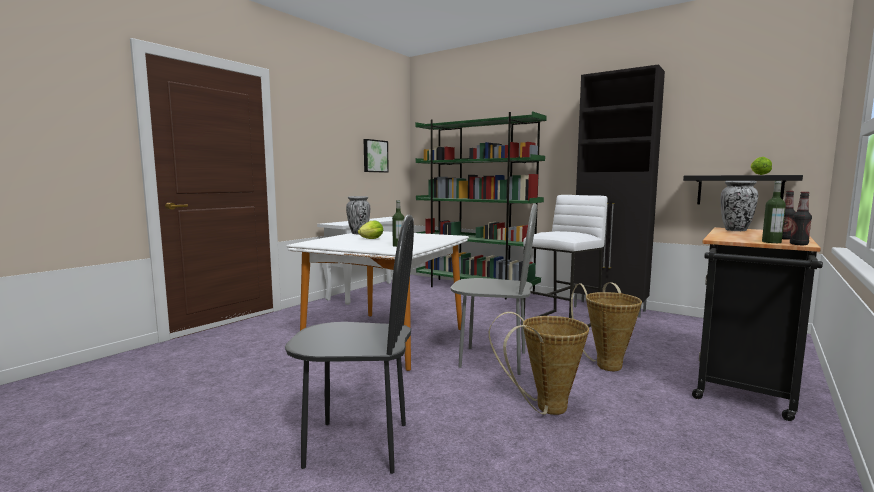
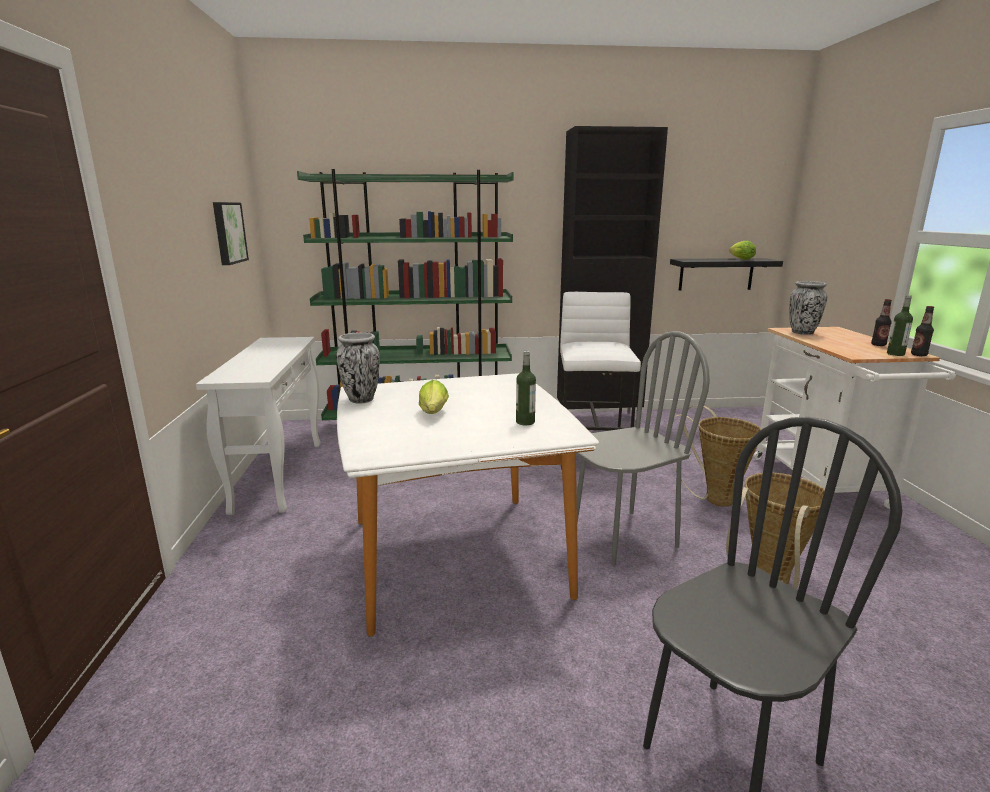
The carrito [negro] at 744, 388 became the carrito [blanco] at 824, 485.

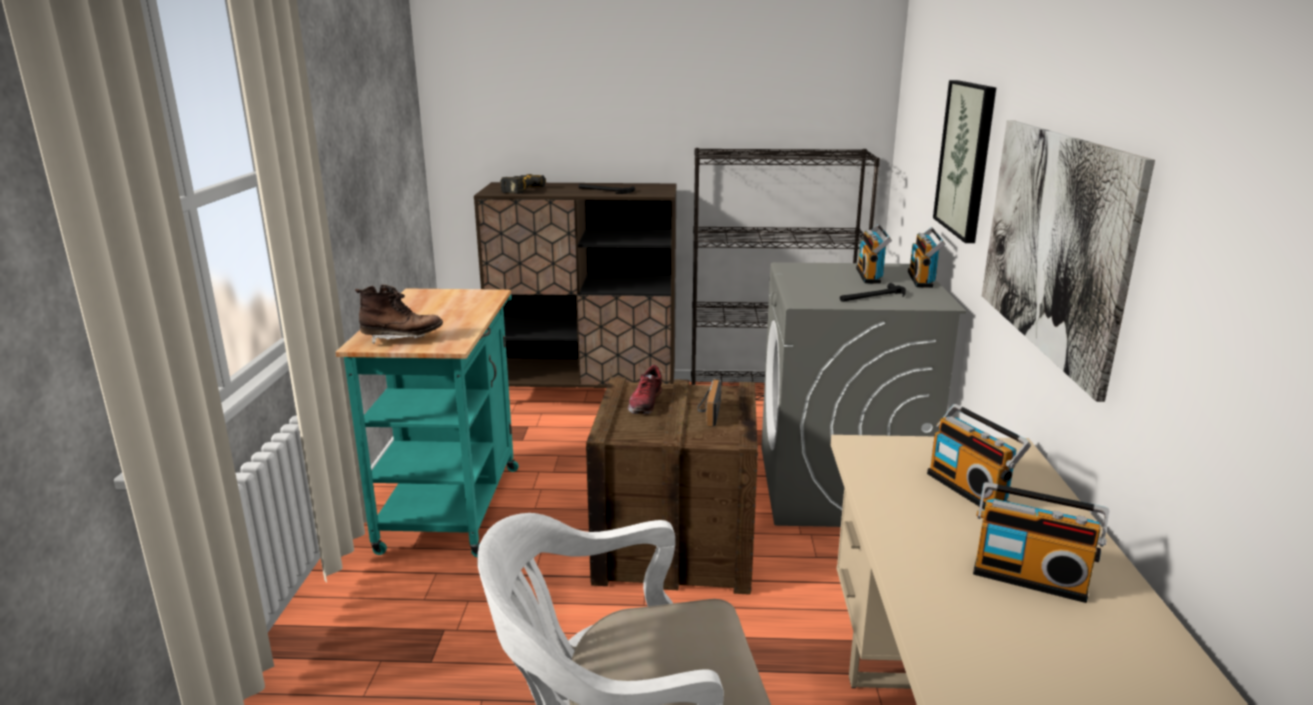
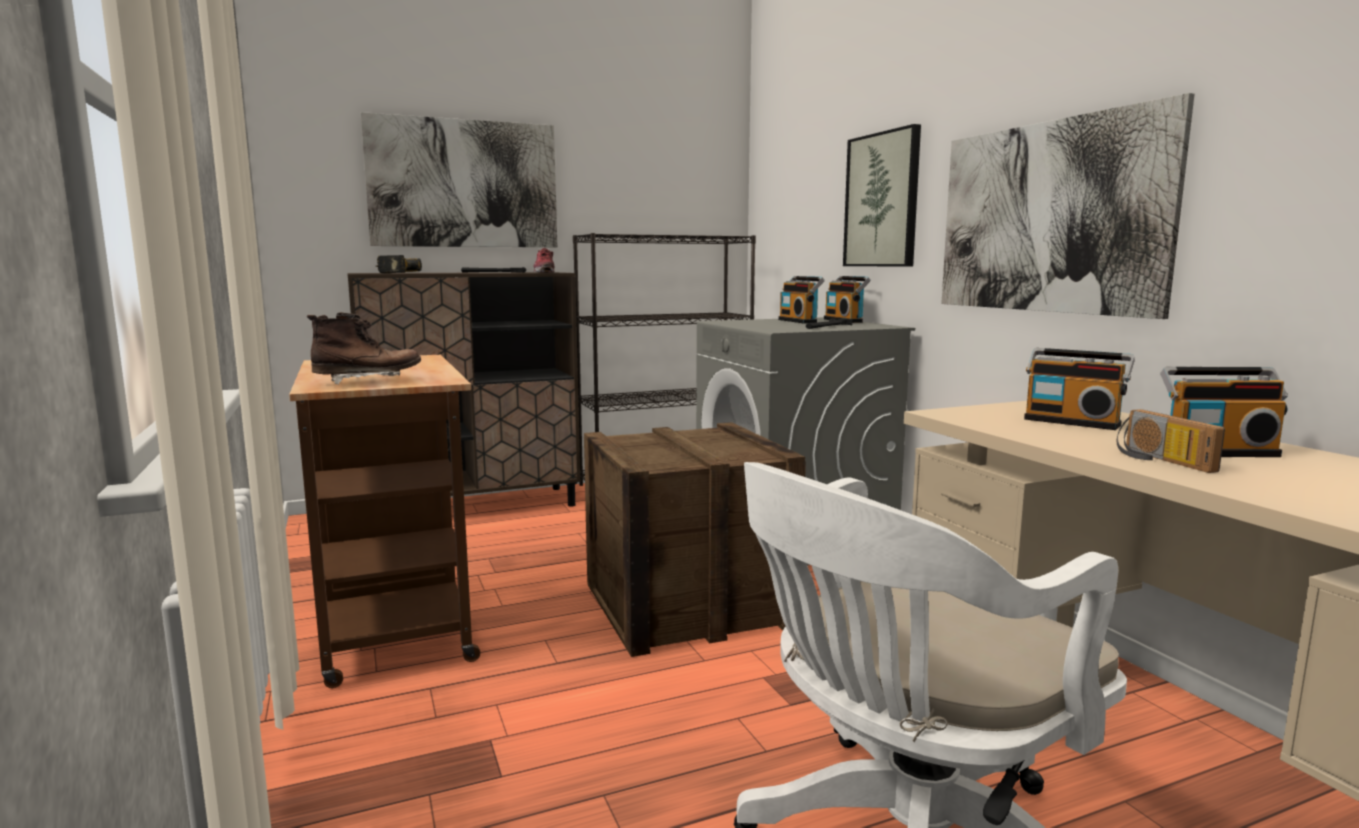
The carrito [turquesa] at 453, 501 became the carrito [marrón] at 394, 618. The zapato moved from 645, 402 to 543, 272. The radio moved from 707, 413 to 1159, 460. The cuadro at 464, 184 appeared.

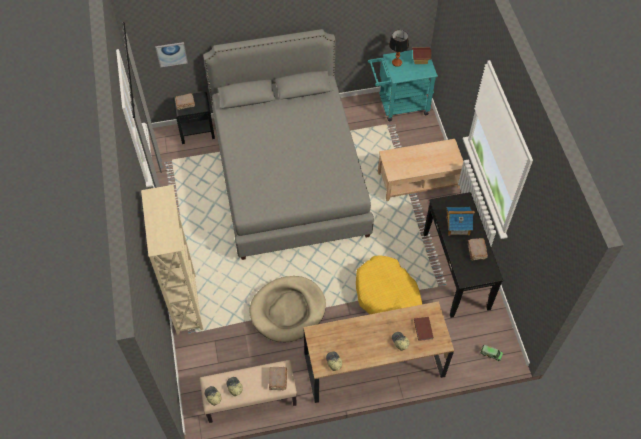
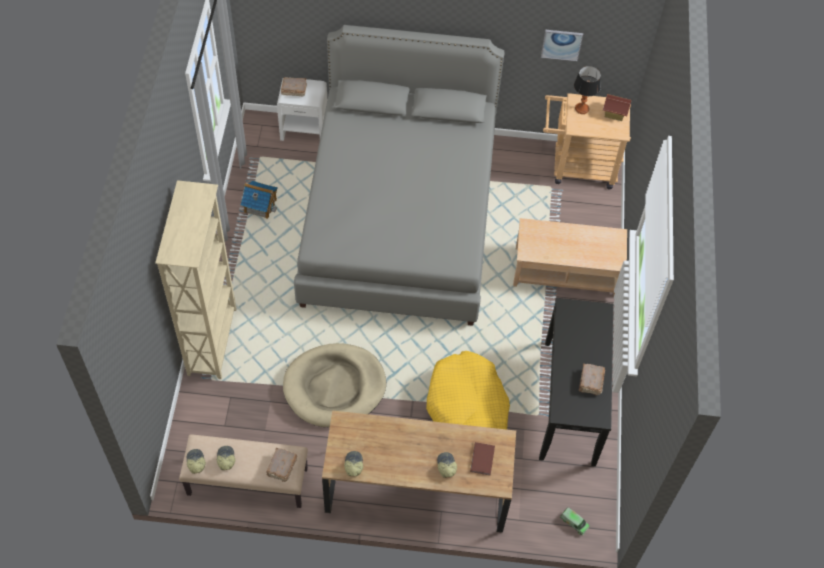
The cuadro moved from 171, 54 to 561, 44. The mesita de noche [negro] at 197, 131 became the mesita de noche [blanco] at 304, 129. The carrito [turquesa] at 399, 105 became the carrito [beis] at 577, 166. The casita moved from 457, 225 to 260, 205.

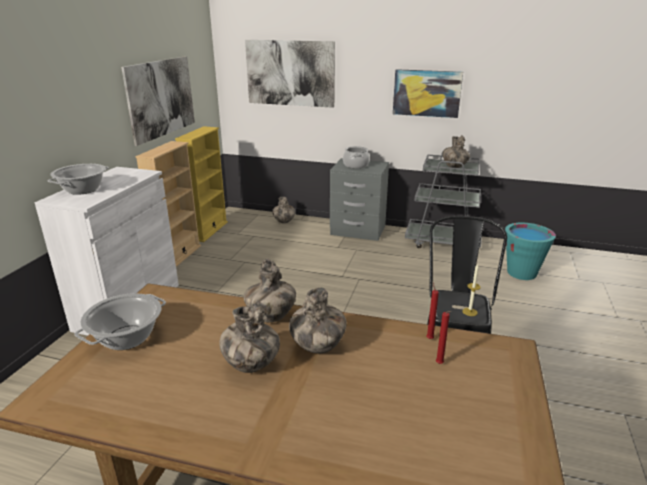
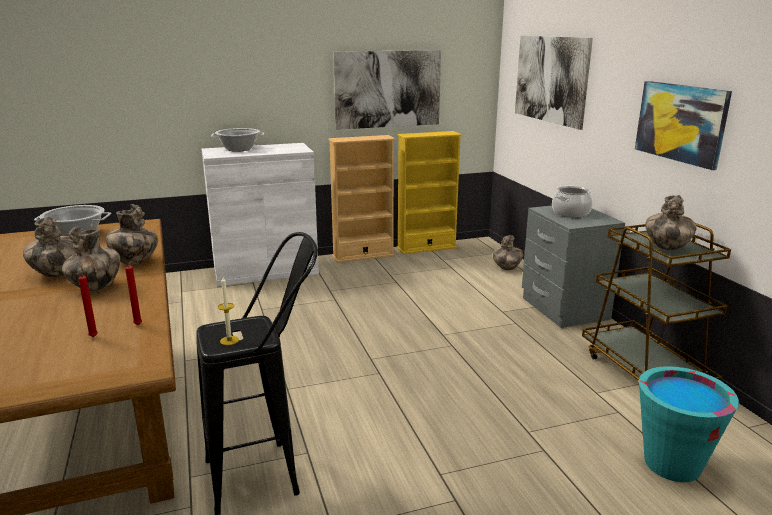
The carrito [gris] at 443, 242 became the carrito [marrón] at 644, 371.

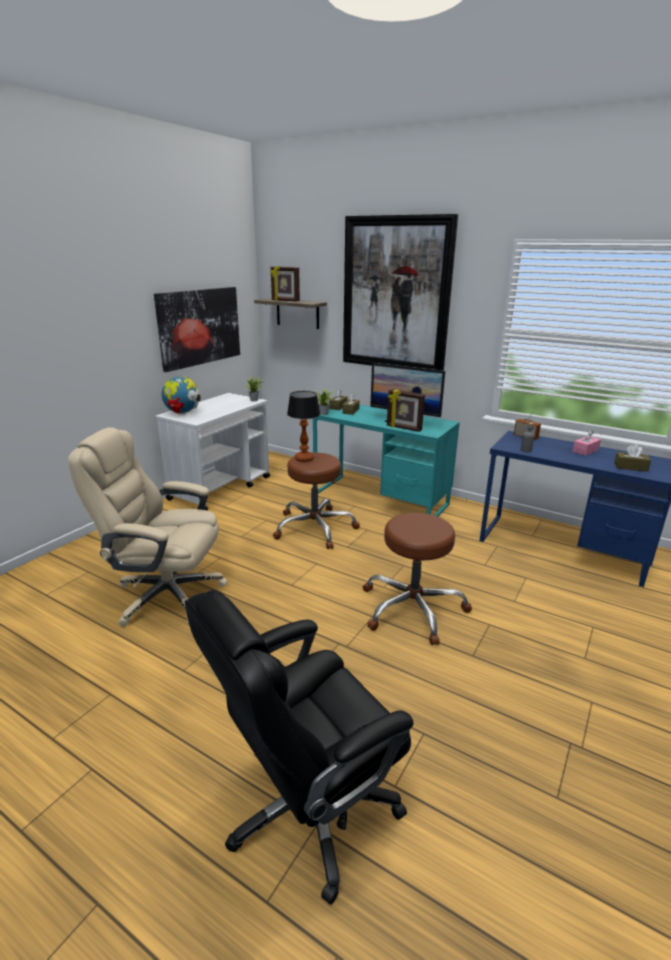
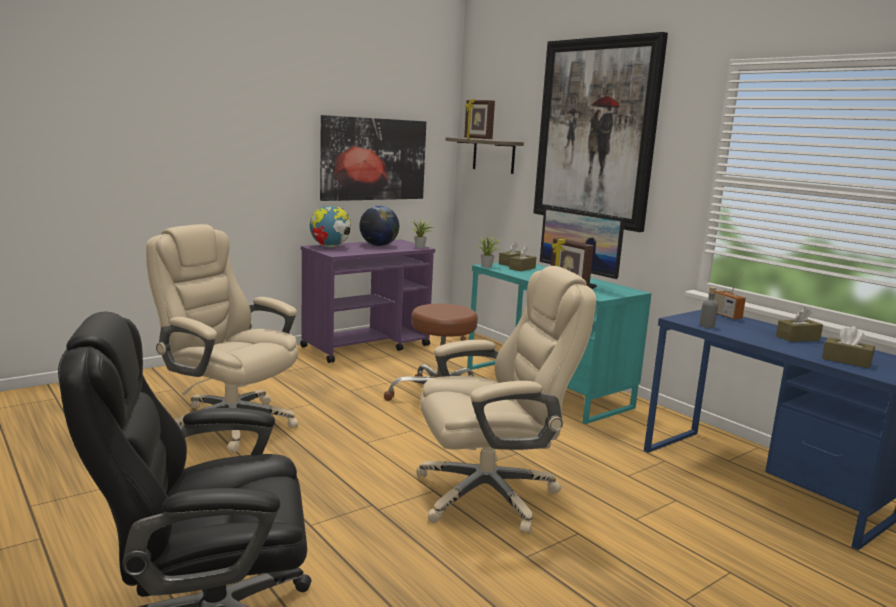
The carrito [blanco] at 221, 488 became the carrito [morado] at 367, 346. The lámpara de mesa at 304, 458 disappeared. The taburete [marrón] at 412, 608 was replaced by the silla de oficina [beis] at 490, 494. The caja de pañuelos [rosa] at 585, 450 became the caja de pañuelos [marrón] at 797, 338. The globo terráqueo at 378, 245 appeared.

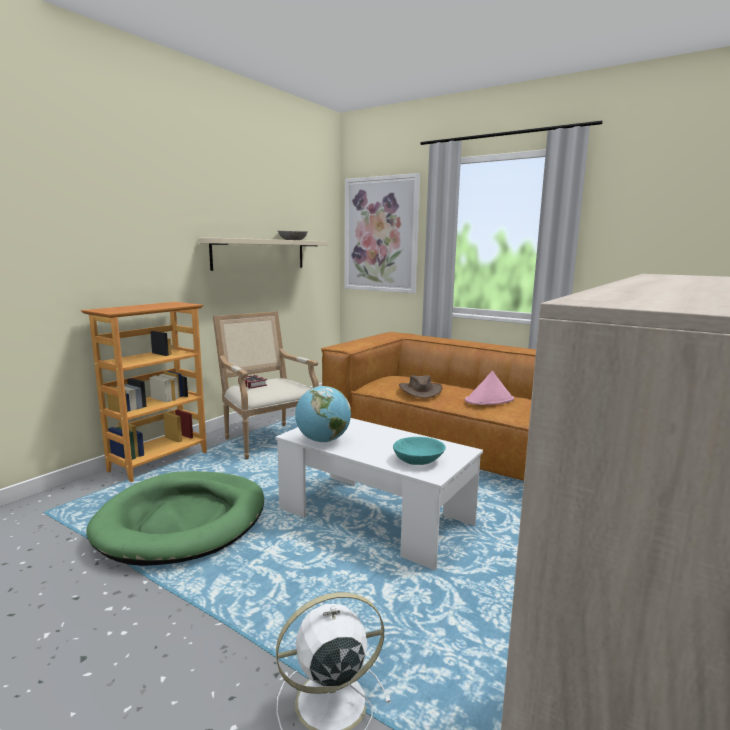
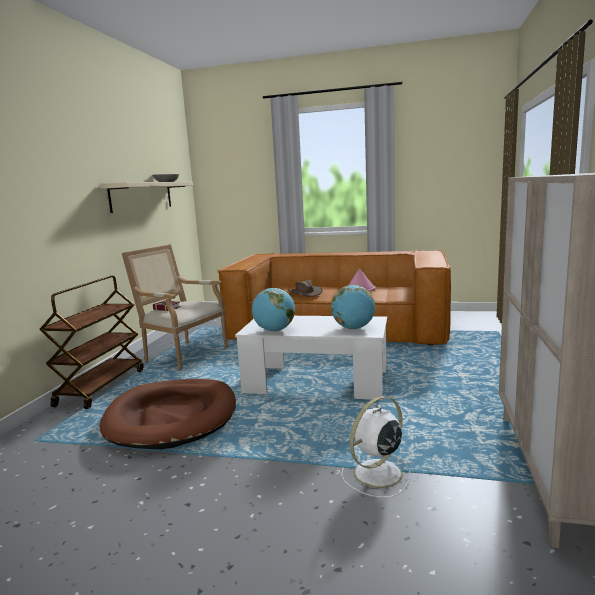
The estantería at 158, 461 was replaced by the carrito [marrón] at 101, 387. The cama para perro [verde] at 183, 521 became the cama para perro [marrón] at 172, 417. The cuadro at 381, 235 disappeared. The cuenco [turquesa] at 418, 460 was replaced by the globo terráqueo at 353, 328.

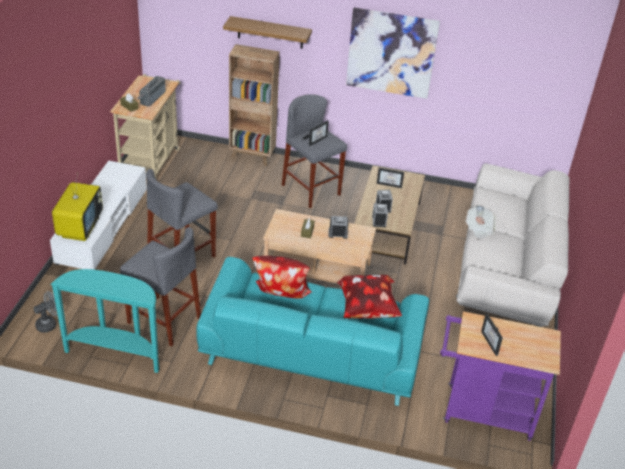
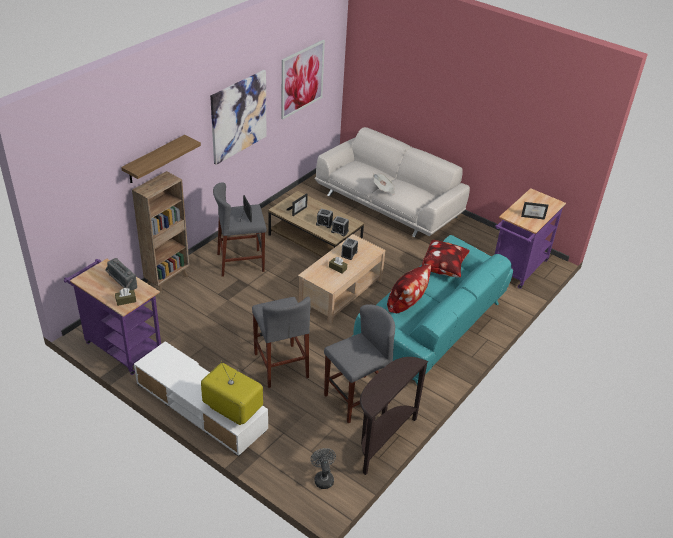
The mesa consola [turquesa] at 115, 353 became the mesa consola [marrón] at 382, 440. The carrito [beis] at 151, 160 became the carrito [morado] at 120, 346. The cuadro at 302, 79 appeared.

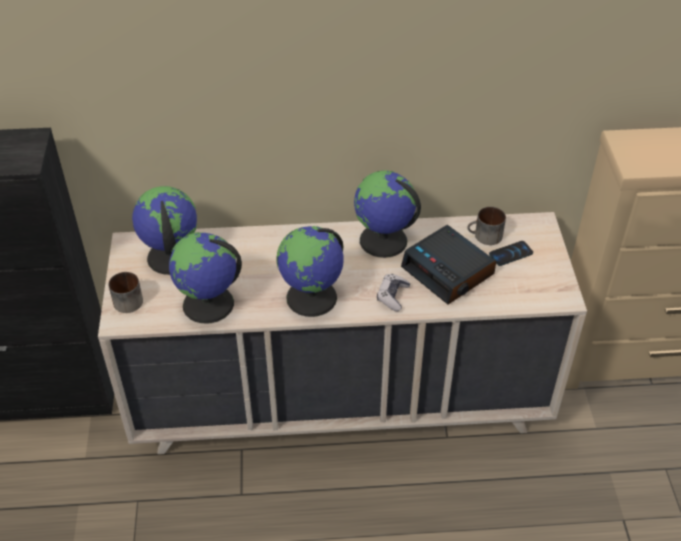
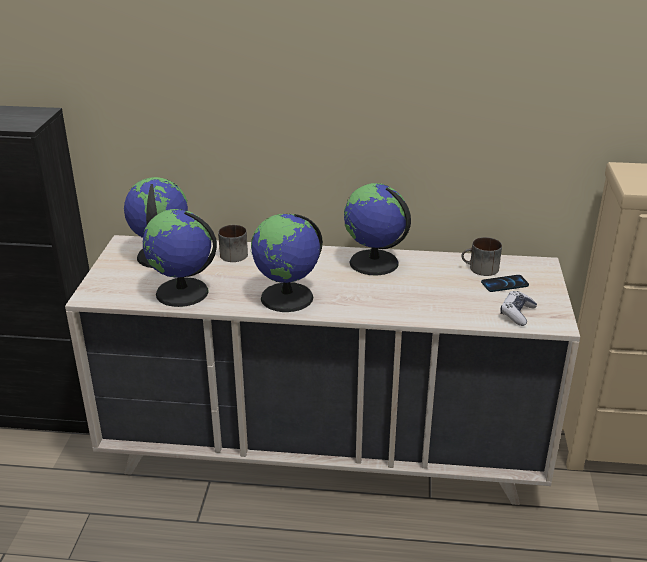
The taza grande moved from 127, 299 to 233, 253. The mando de consola moved from 392, 296 to 517, 313. The despertador at 449, 271 disappeared.

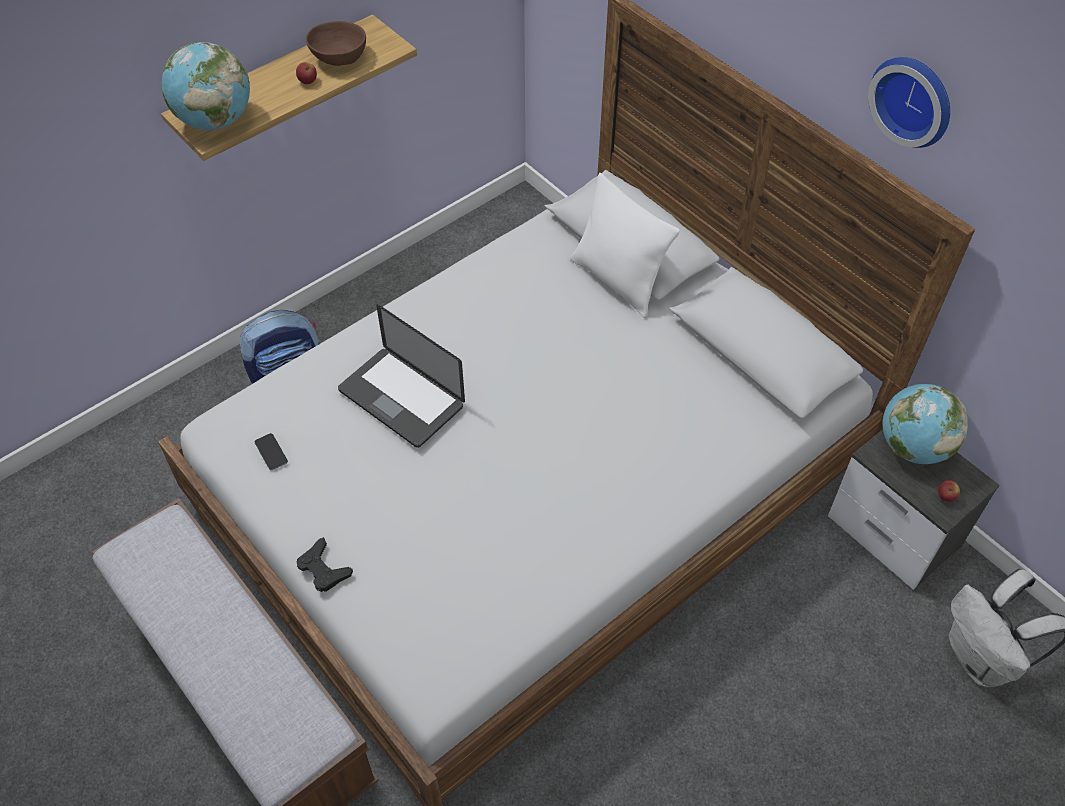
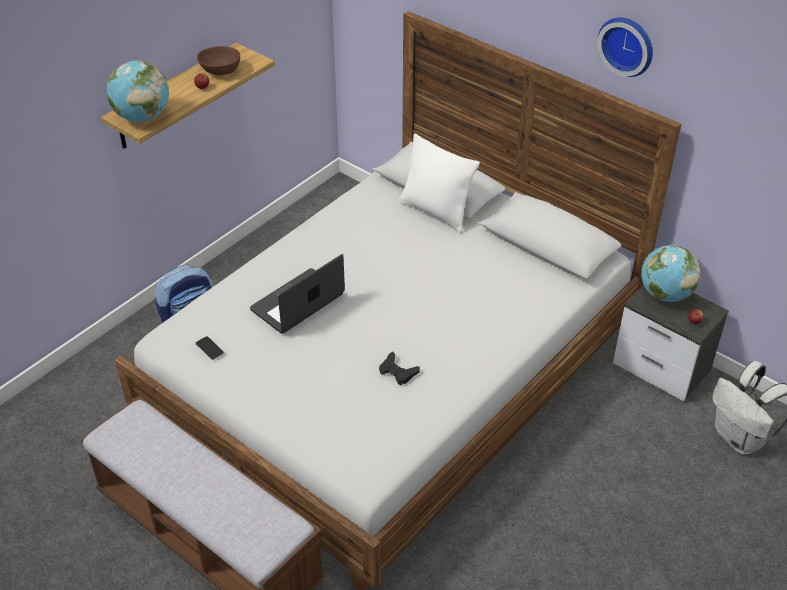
The mando de consola [negro] moved from 323, 569 to 397, 372. The portátil at 401, 398 turned 105 degrees clockwise.

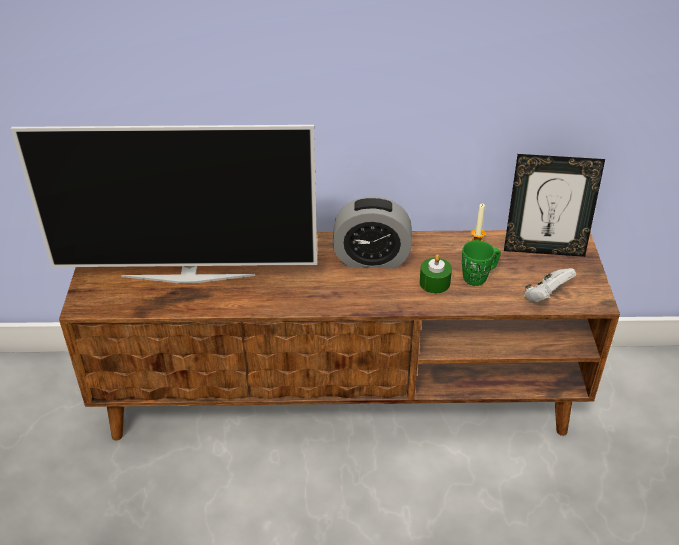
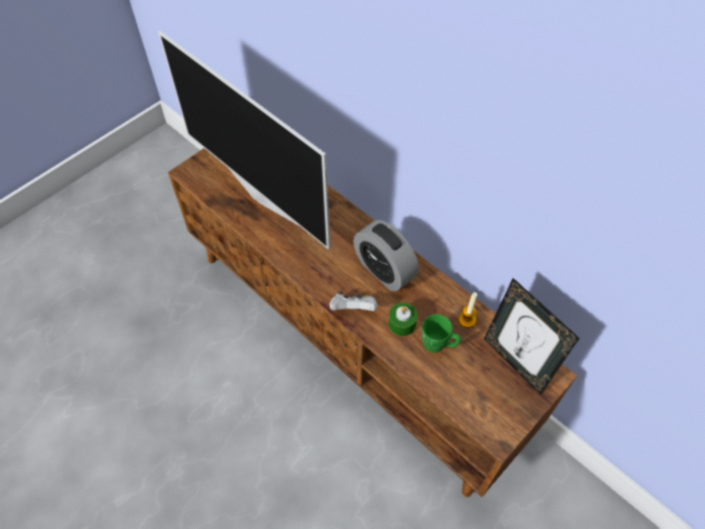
The mando de consola [blanco] moved from 545, 296 to 353, 309.

